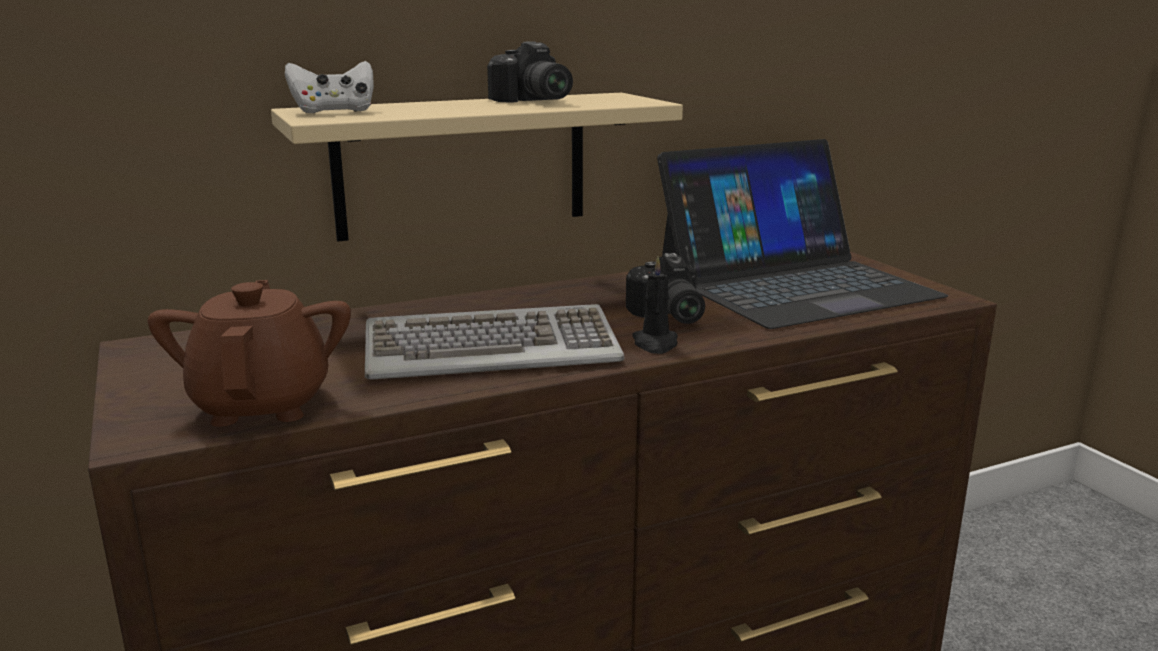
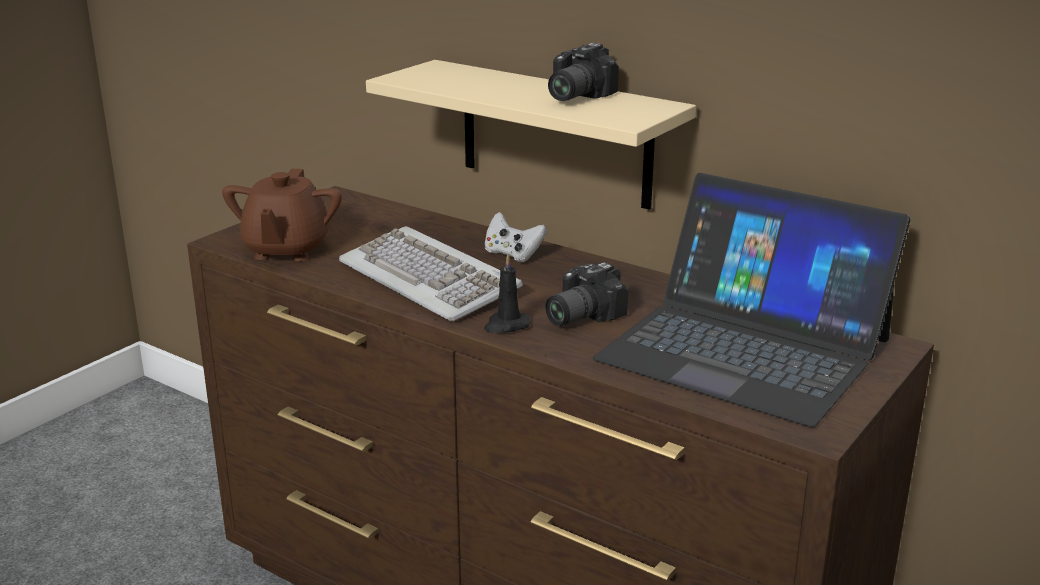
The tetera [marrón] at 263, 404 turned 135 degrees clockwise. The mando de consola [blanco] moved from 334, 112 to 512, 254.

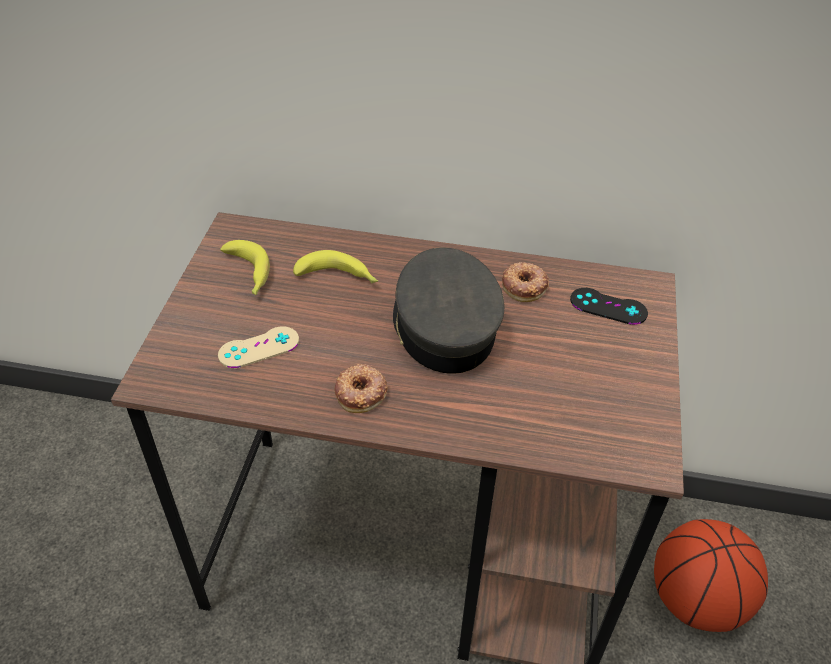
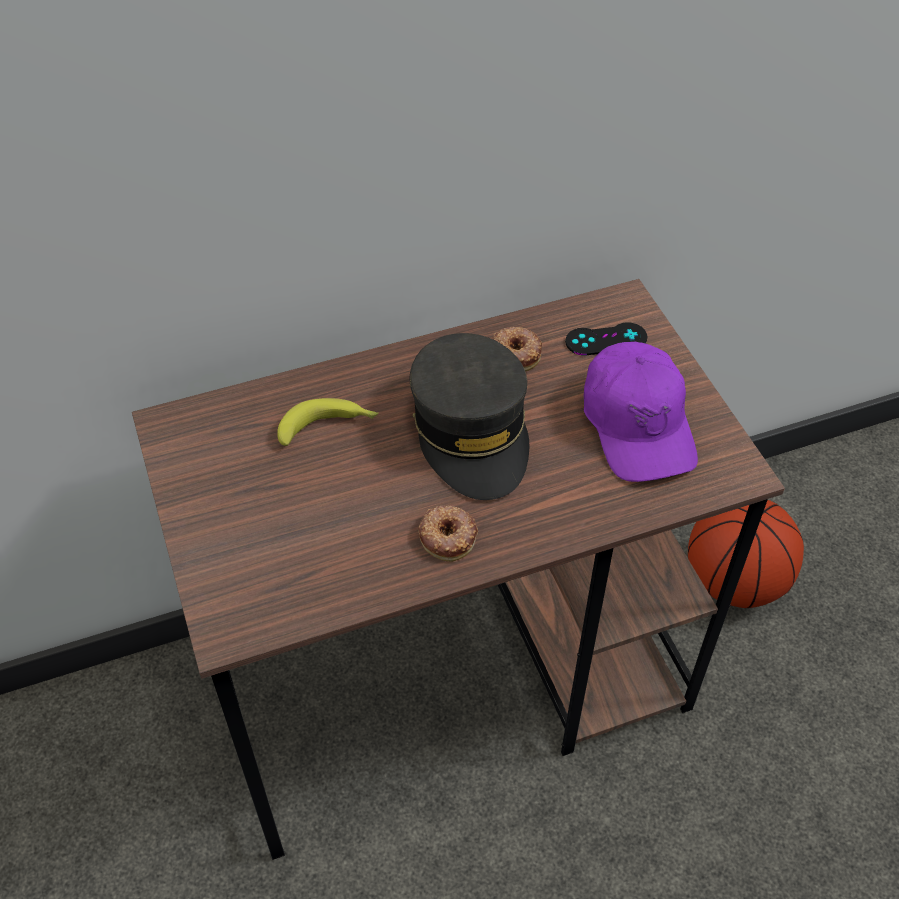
The mando de consola [beis] at 259, 347 disappeared. The plátano at 248, 274 disappeared. The gorra [gris] at 443, 326 turned 150 degrees counterclockwise. The gorra [morado] at 638, 424 appeared.

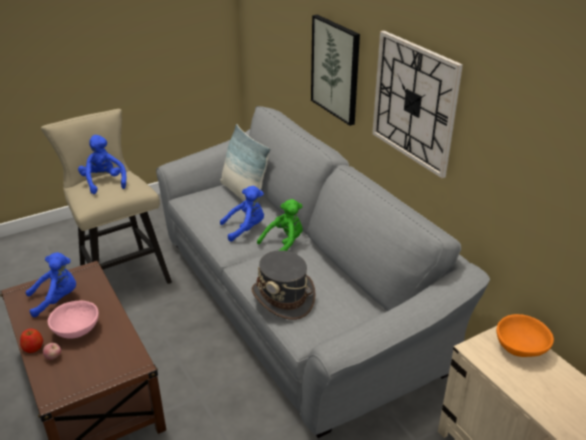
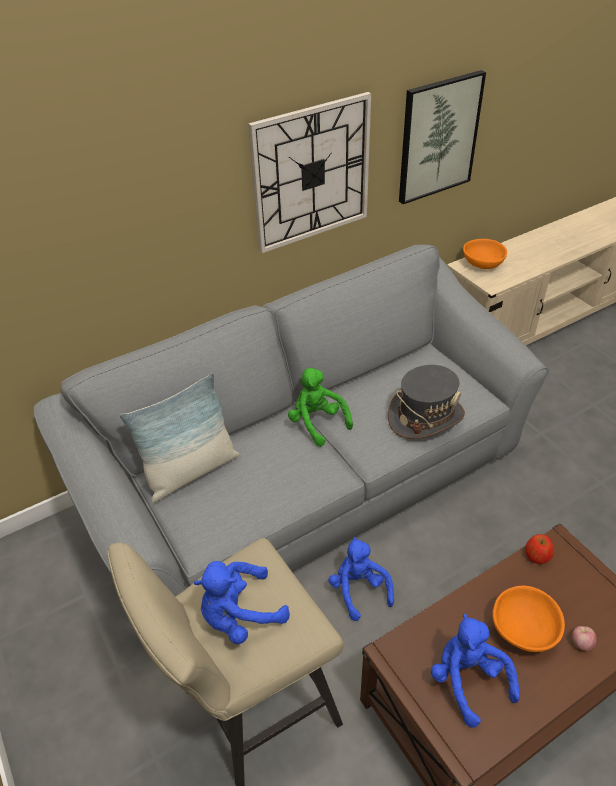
The manzana moved from 33, 347 to 537, 555. The cuenco [rosa] at 77, 329 became the cuenco [naranja] at 522, 629. The peluche [azul] moved from 245, 228 to 359, 589. The cuadro moved from 336, 69 to 438, 137.

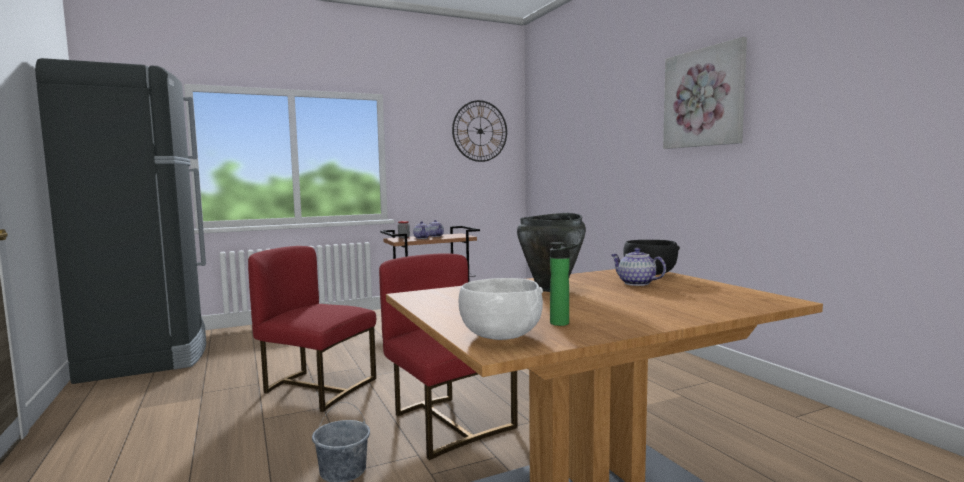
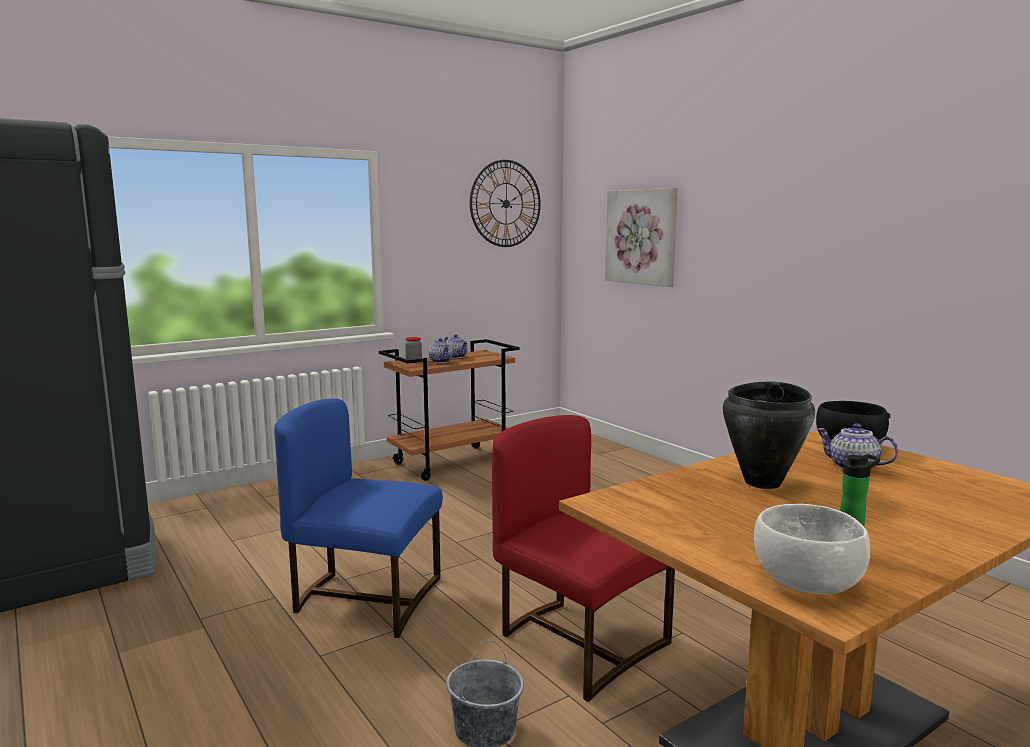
The silla [rojo] at 317, 388 became the silla [azul] at 365, 599. The cuadro moved from 704, 98 to 641, 237.

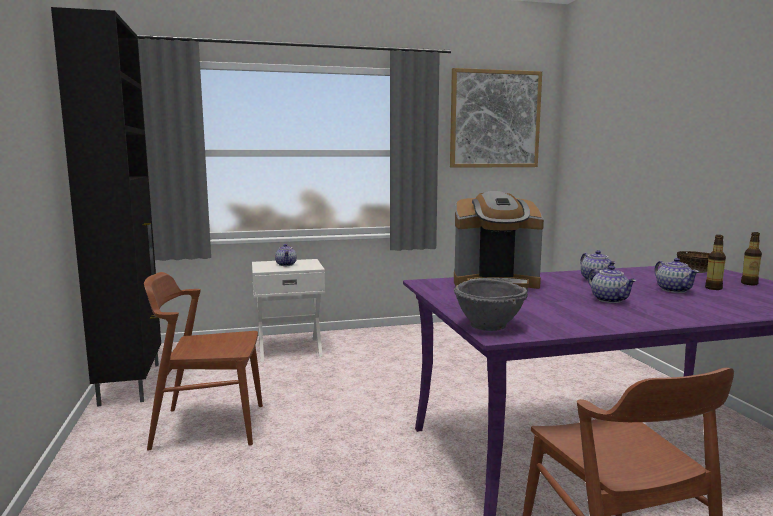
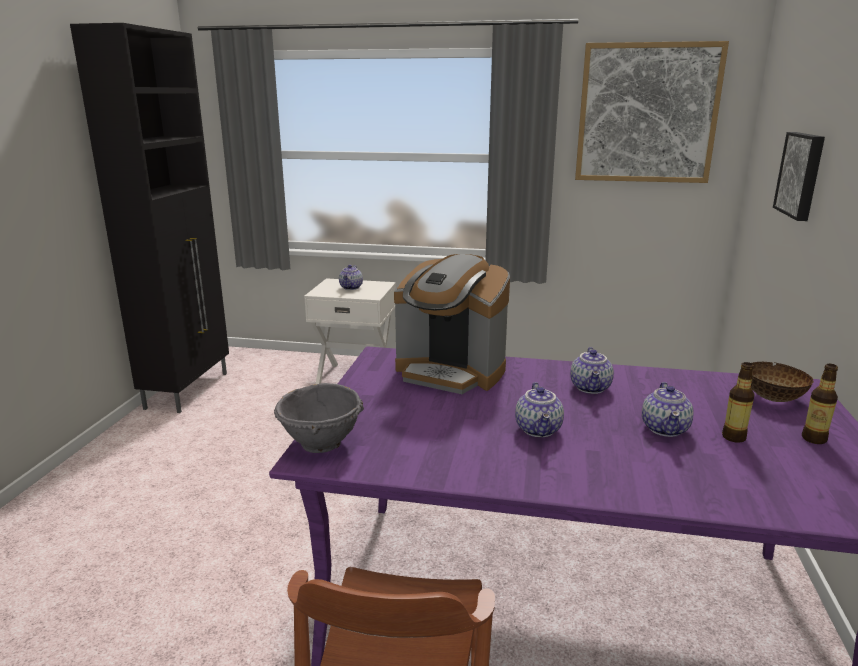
The silla [marrón] at 208, 426 disappeared. The cuadro at 801, 175 appeared.

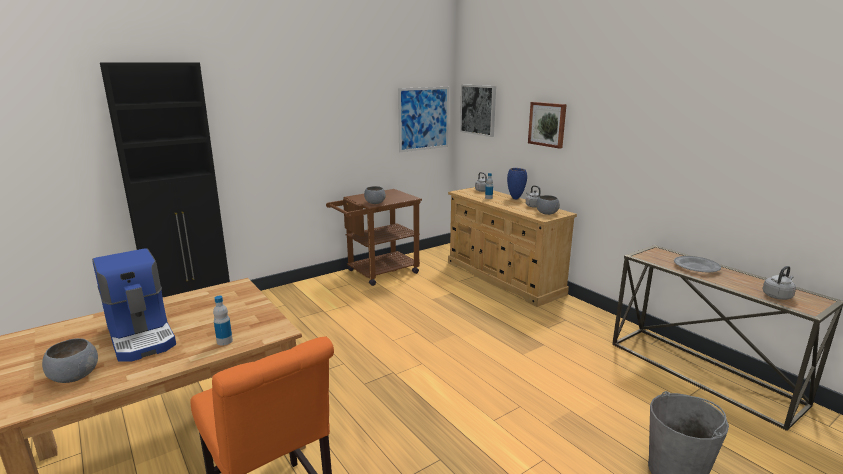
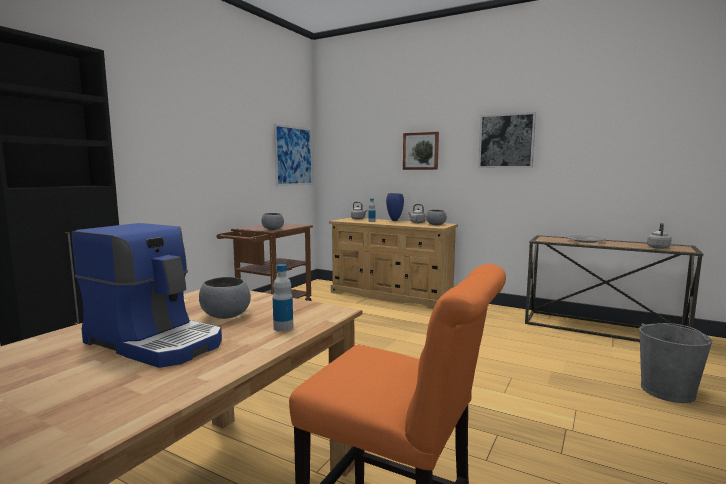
The cuenco [gris] moved from 74, 376 to 226, 316. The cuadro moved from 478, 110 to 506, 141.

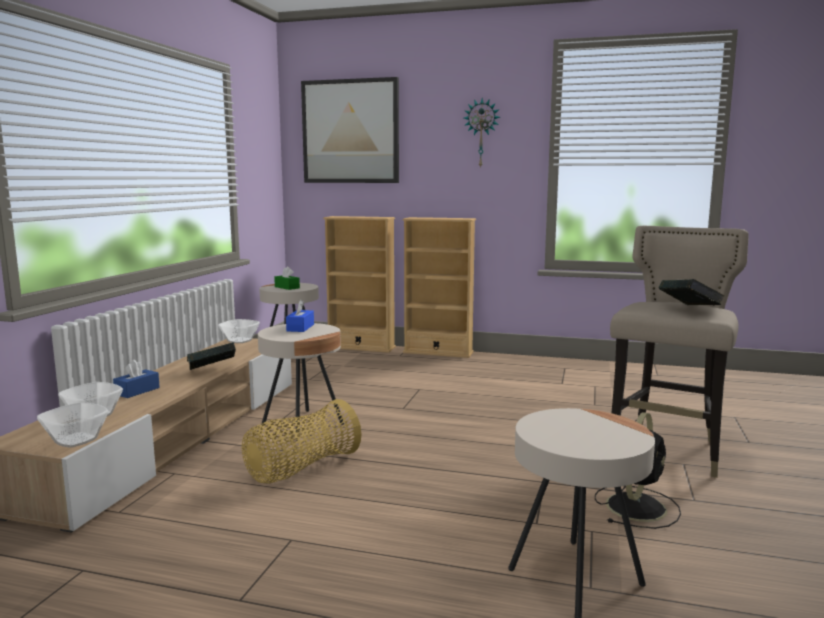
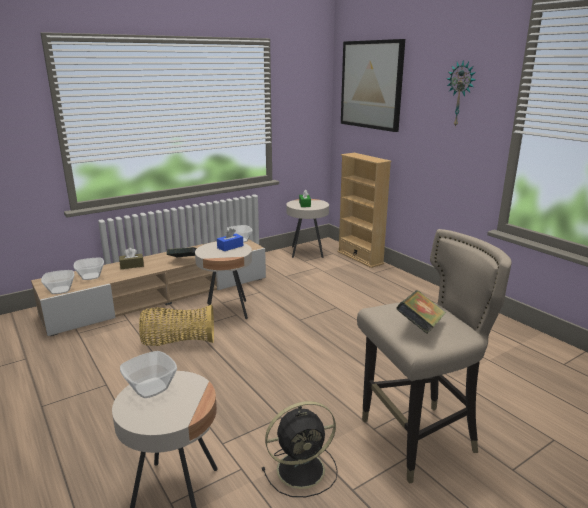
The caja de pañuelos [azul] at 137, 391 became the caja de pañuelos [marrón] at 132, 265. The estantería [beis] at 438, 352 disappeared. The cuenco at 150, 388 appeared.

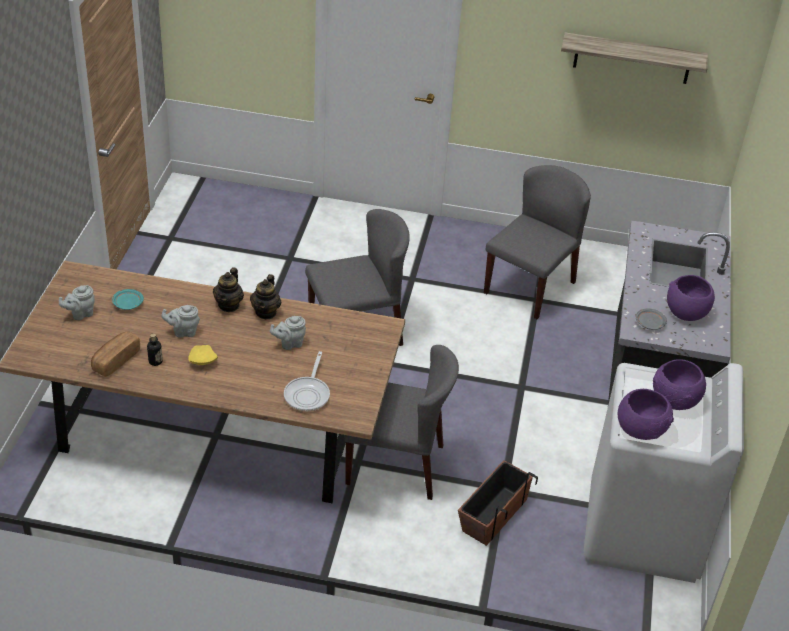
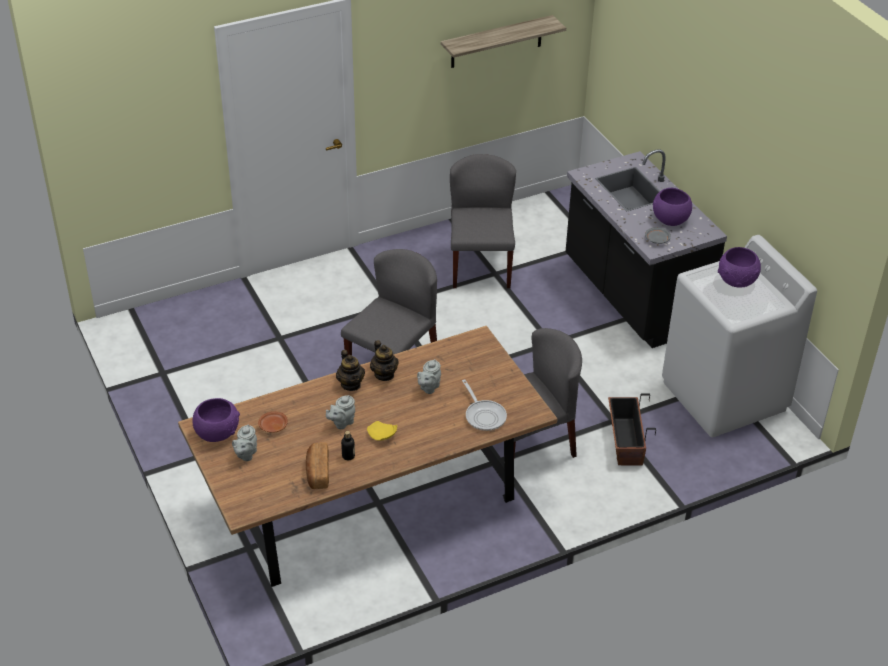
The plato [turquesa] at 127, 303 became the plato [marrón] at 273, 426. The cuenco [morado] moved from 641, 429 to 217, 432.

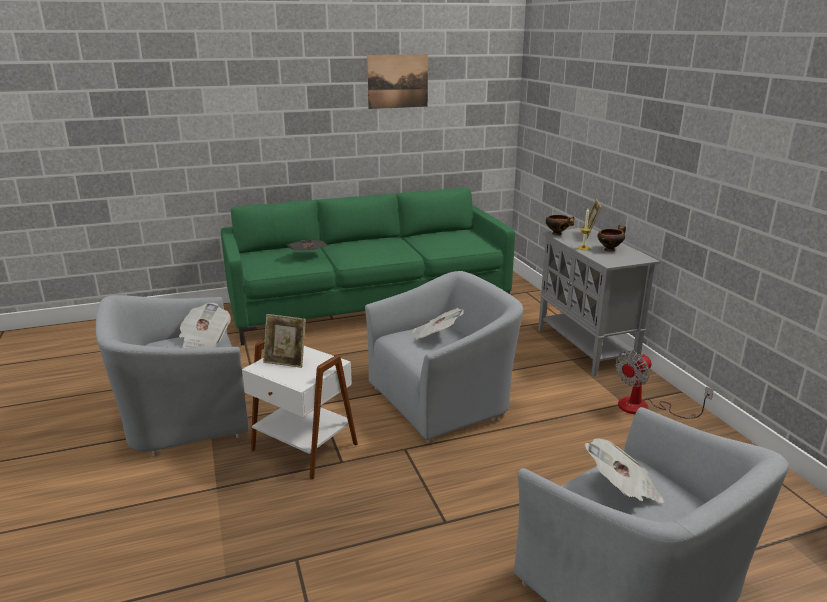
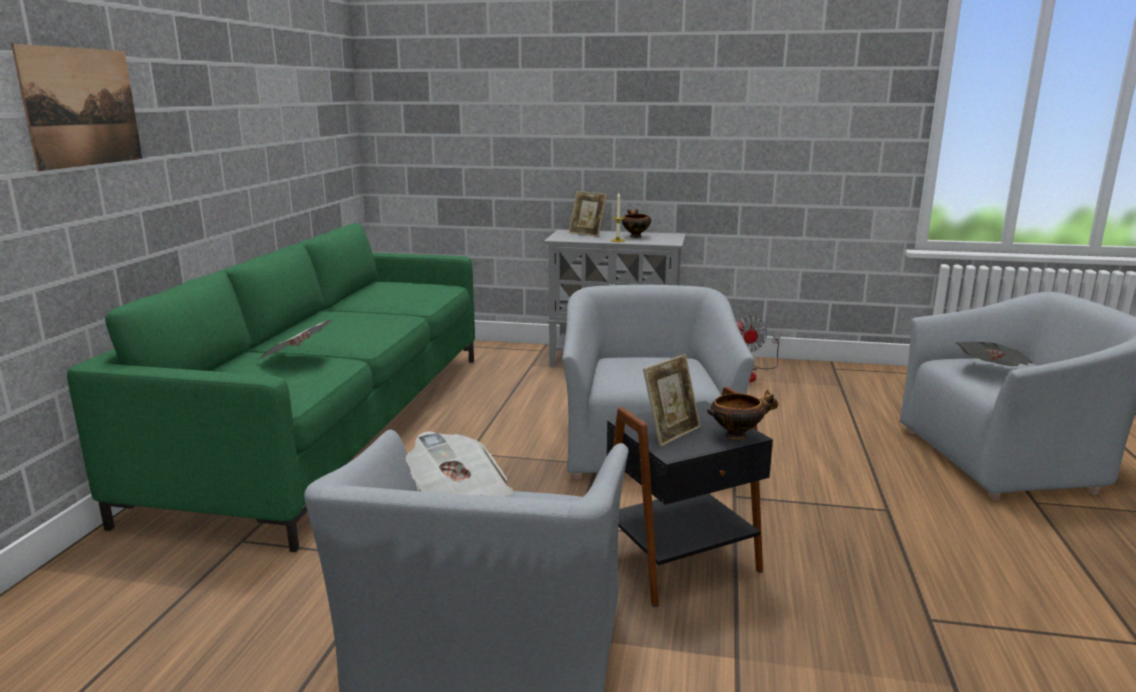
The mesa auxiliar [blanco] at 303, 448 became the mesa auxiliar [negro] at 681, 562. The cuadro moved from 397, 81 to 82, 107. The periódico at 435, 336 disappeared. The cuenco moved from 558, 234 to 738, 435.

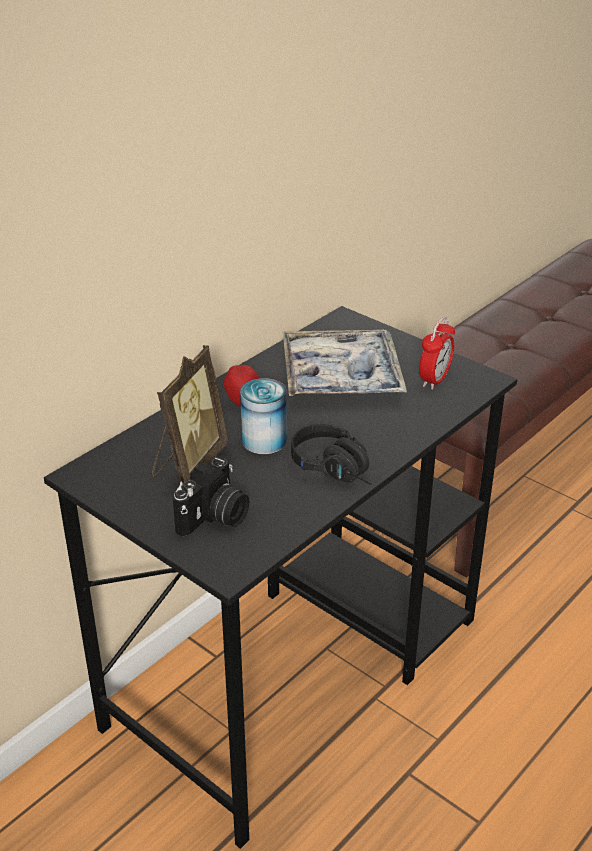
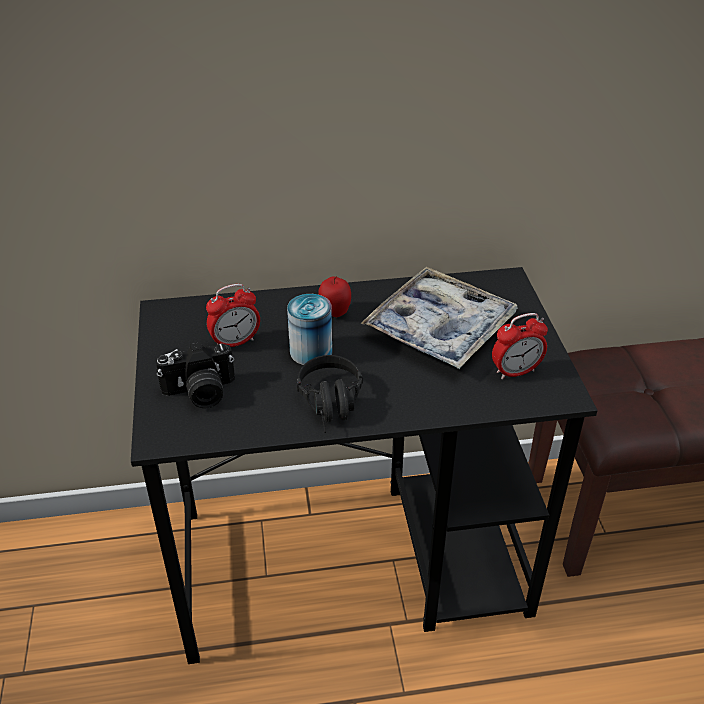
The portarretratos at 188, 465 was replaced by the despertador at 235, 342.

